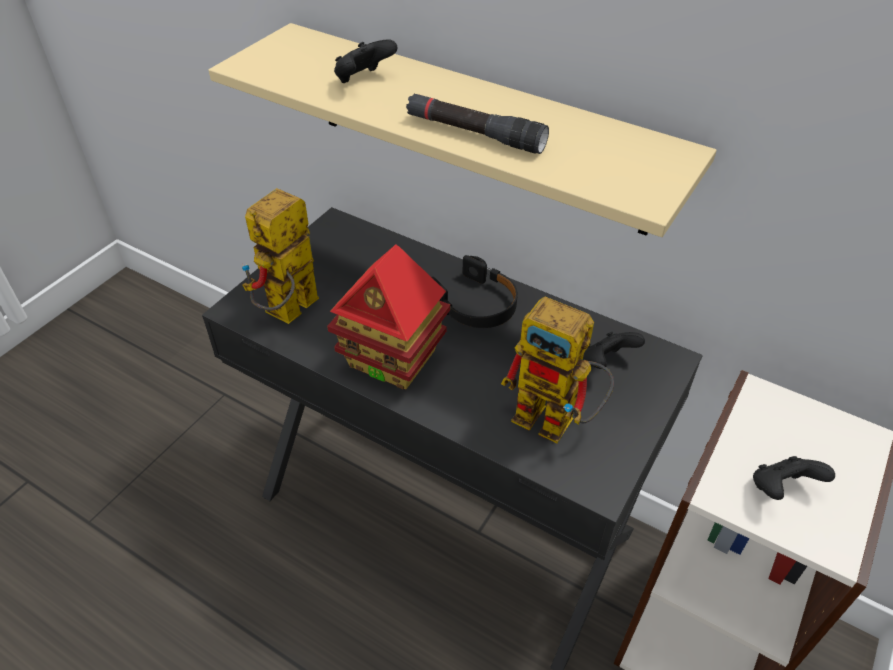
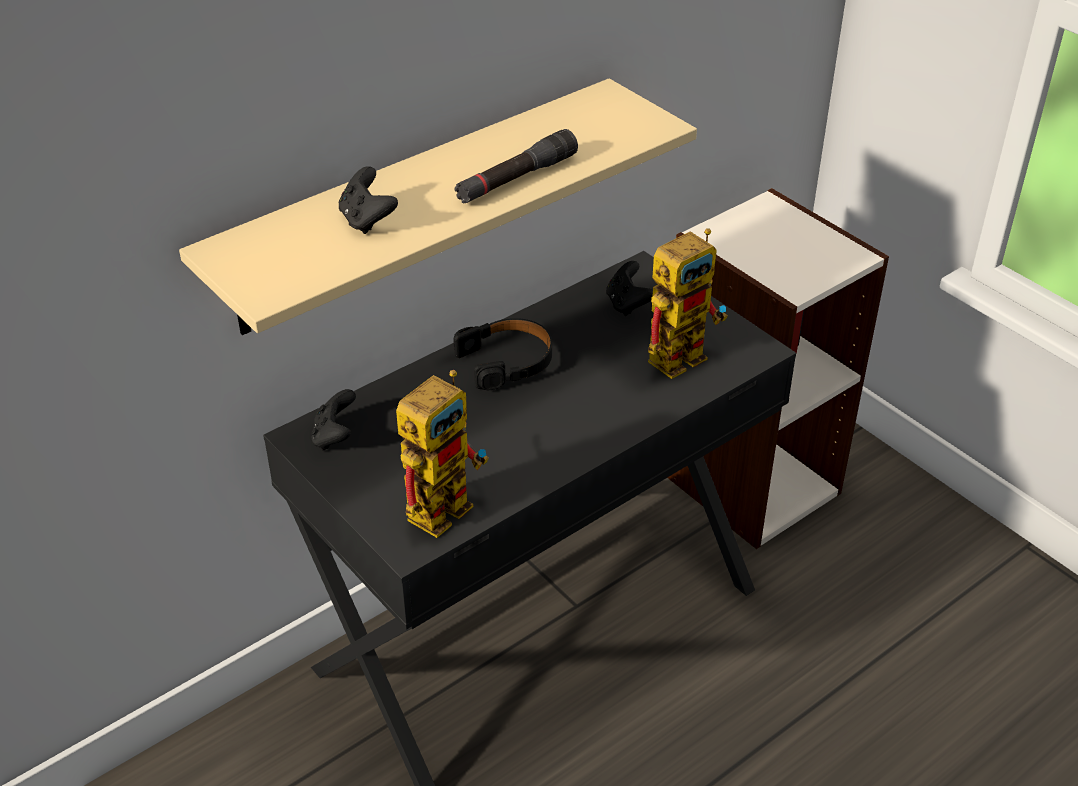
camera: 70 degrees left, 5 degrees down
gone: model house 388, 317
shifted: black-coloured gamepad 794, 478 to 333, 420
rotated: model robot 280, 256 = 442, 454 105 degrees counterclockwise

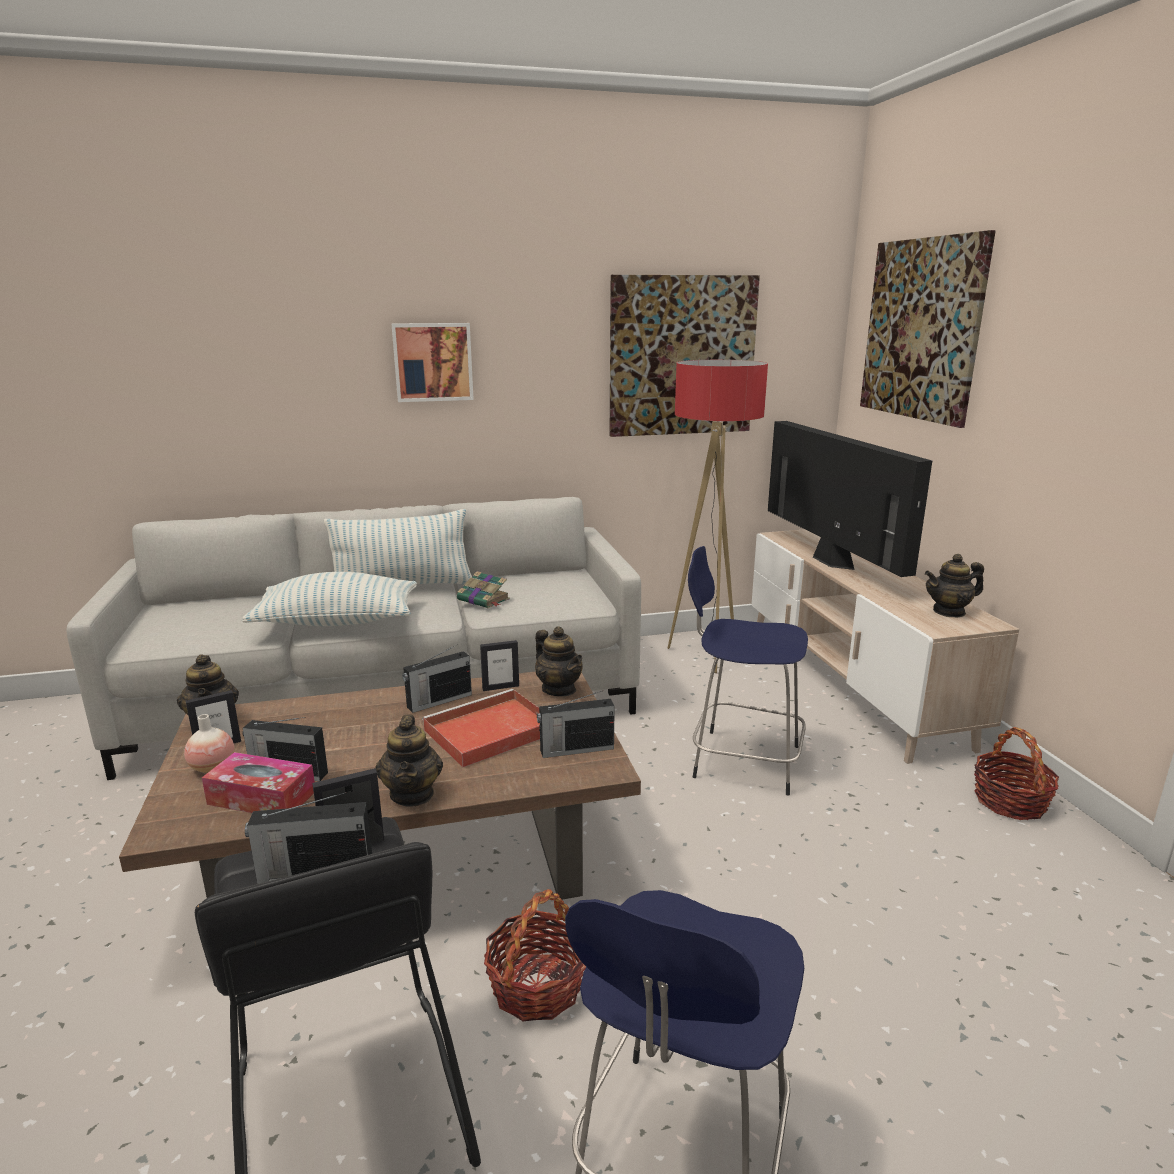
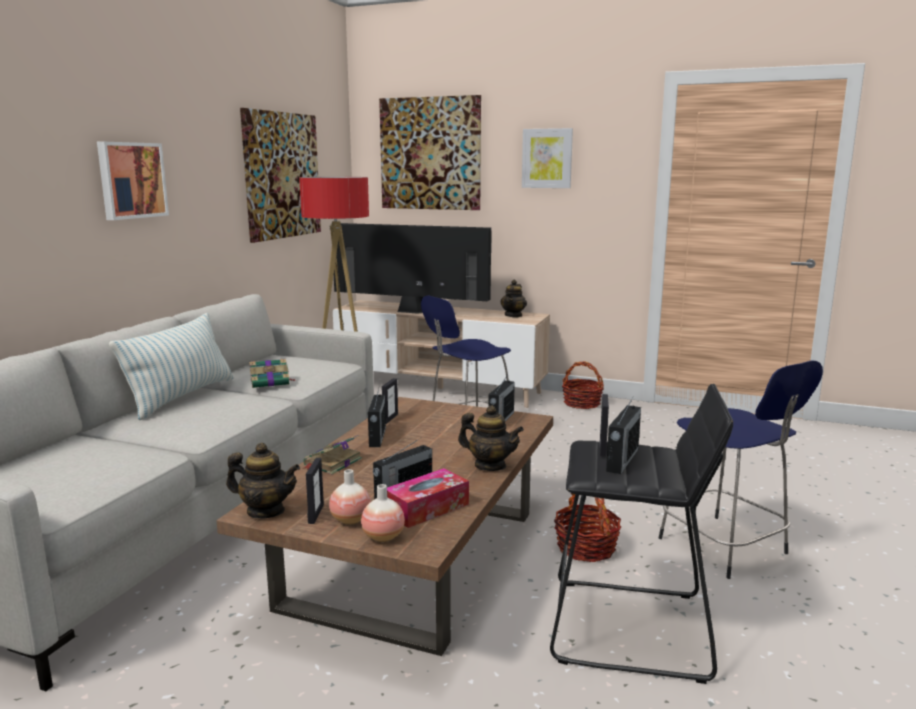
camera: 55 degrees left, 5 degrees down
gone: throw pillow 329, 599; red tray 481, 728; tea pot 559, 661
new: volume 332, 455; decorative vase 383, 513; wall picture 547, 158

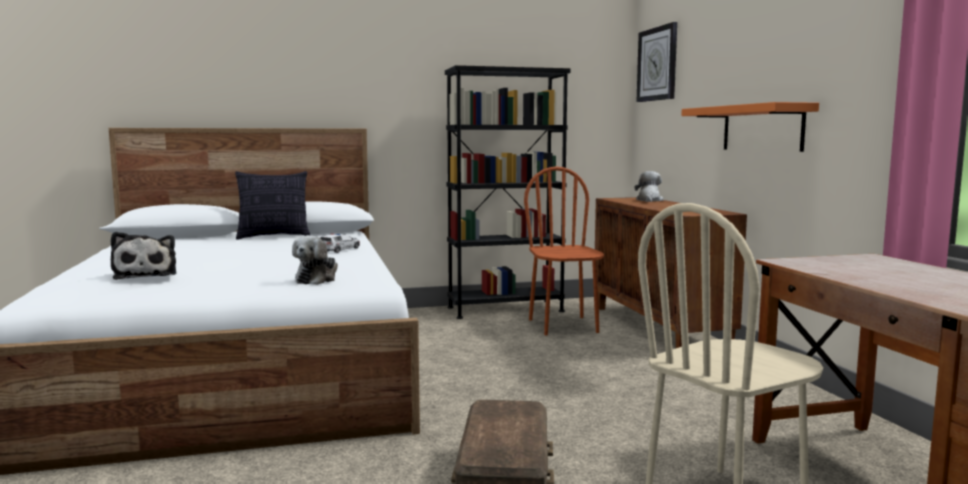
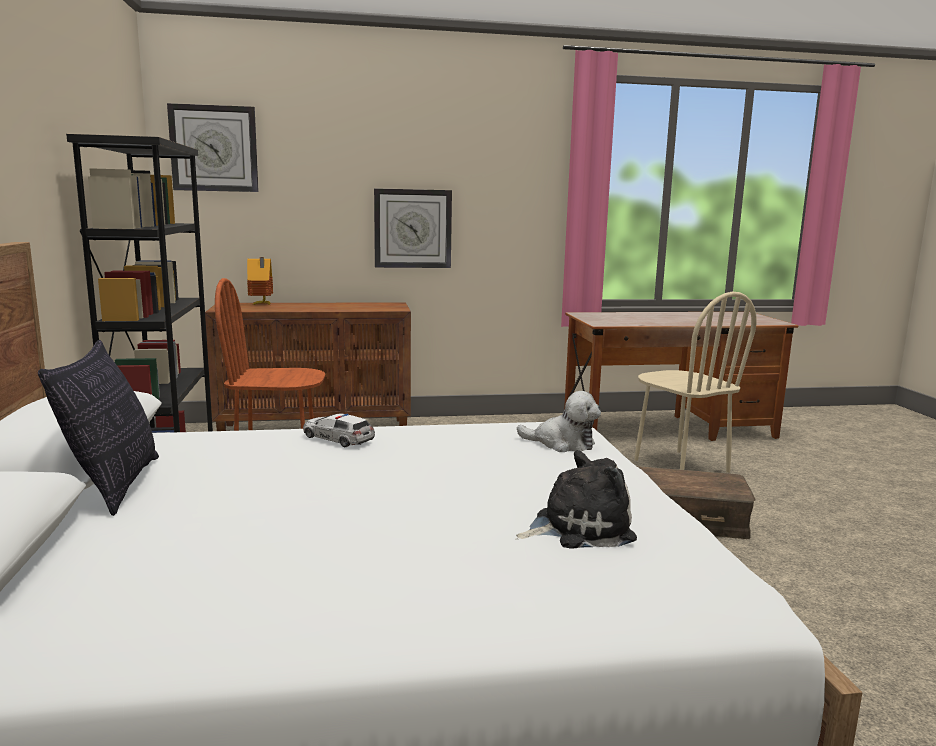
camera: 85 degrees left, 5 degrees up
swapped: soft toy 649, 186 to model house 260, 281; orangey bracket shelf 750, 127 to hanging clock 413, 228

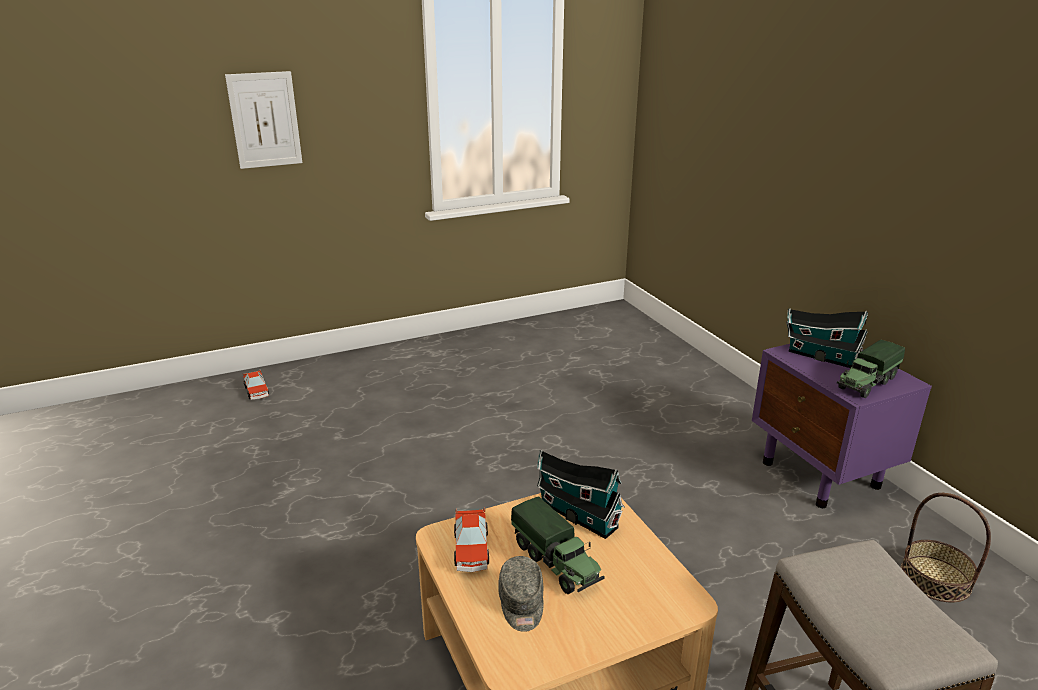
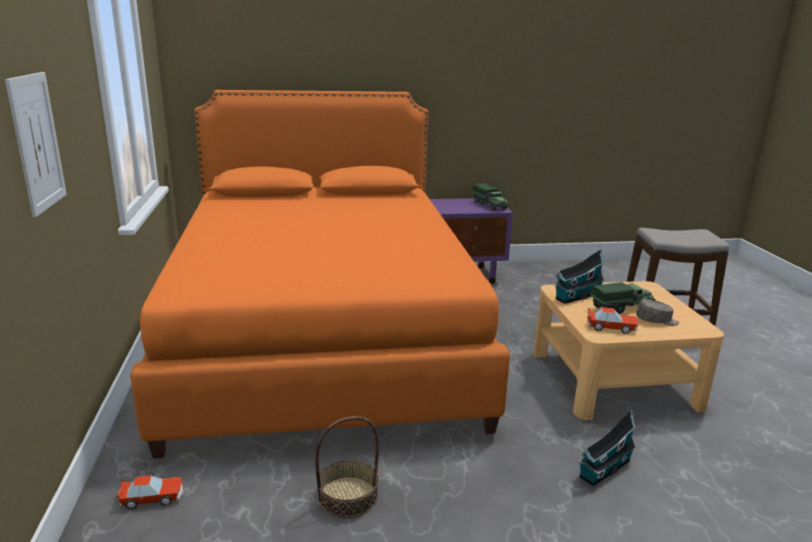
camera: 75 degrees left, 5 degrees down
new: orangey sleeping bed 320, 274
shifted: model house 827, 338 to 607, 448; household basket 945, 547 to 347, 467

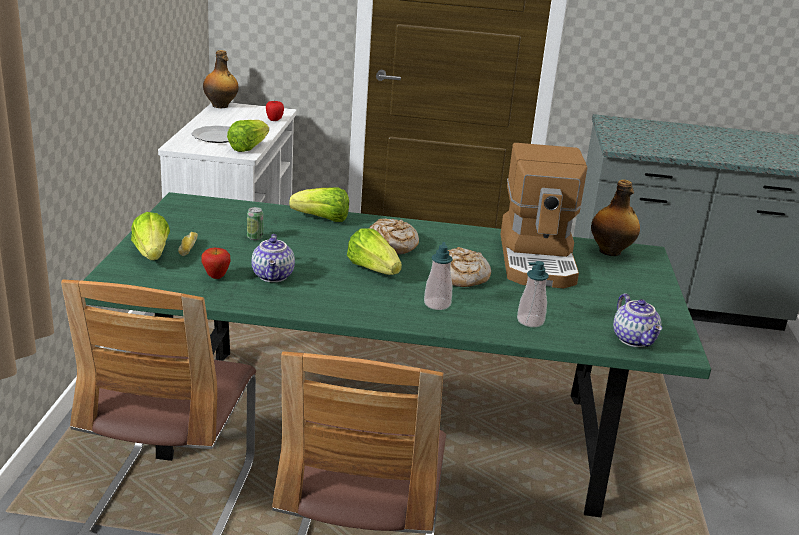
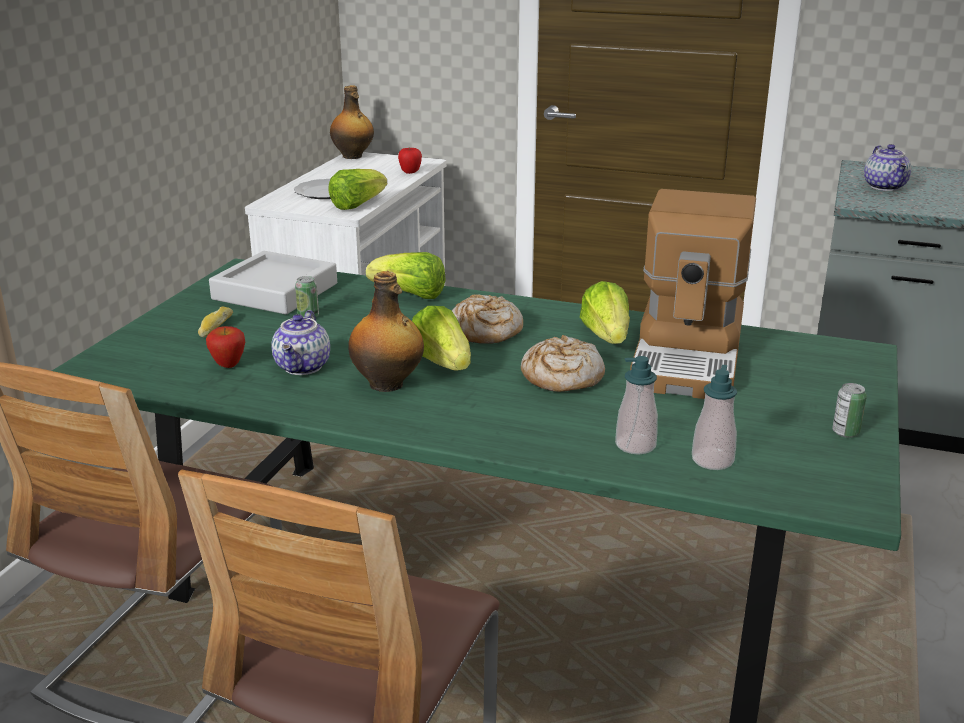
camera: 15 degrees right, 0 degrees up
new: greyish tray 273, 282; sealed can 849, 410
shifted: lettuce head 150, 236 to 605, 312; soap dispenser 438, 276 to 714, 417; beverage bottle 615, 218 to 386, 331; tea pot 637, 320 to 887, 167

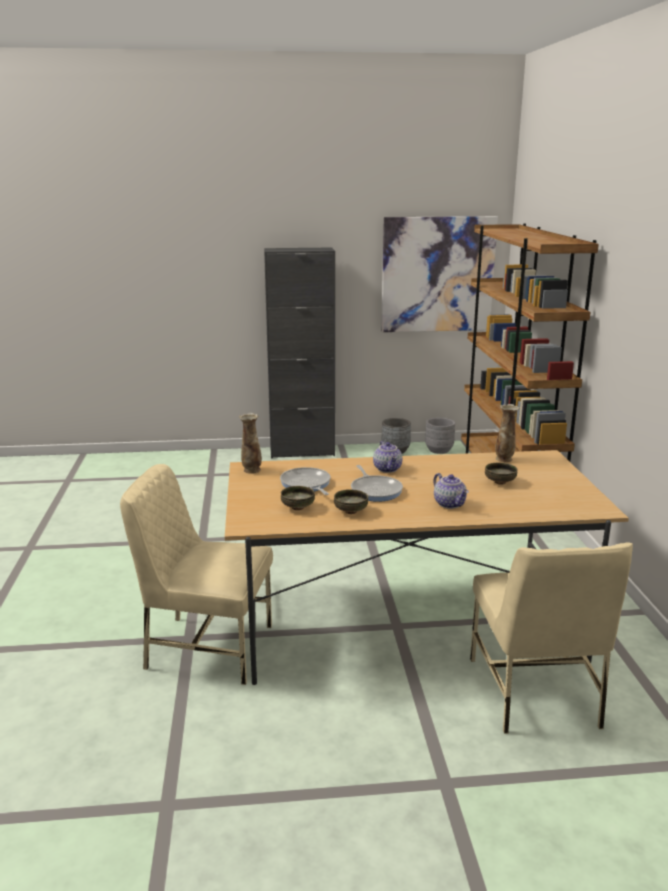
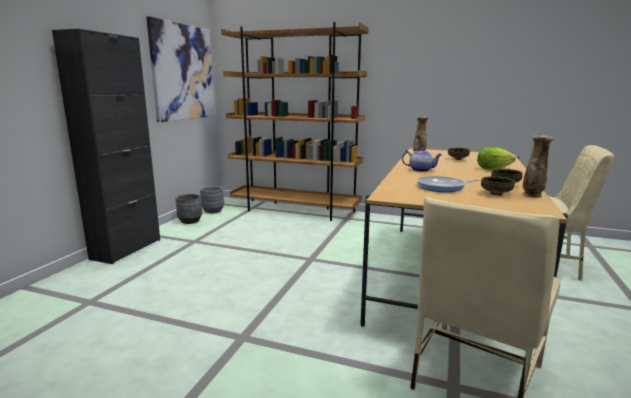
camera: 65 degrees left, 5 degrees down
gone: frying pan 377, 483
shifted: decorative vase 250, 443 to 538, 166
swapped: tea pot 451, 491 to lettuce head 496, 158

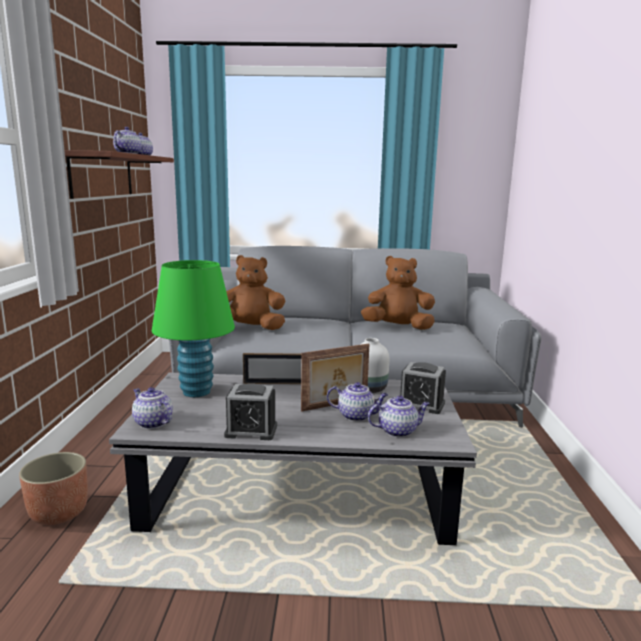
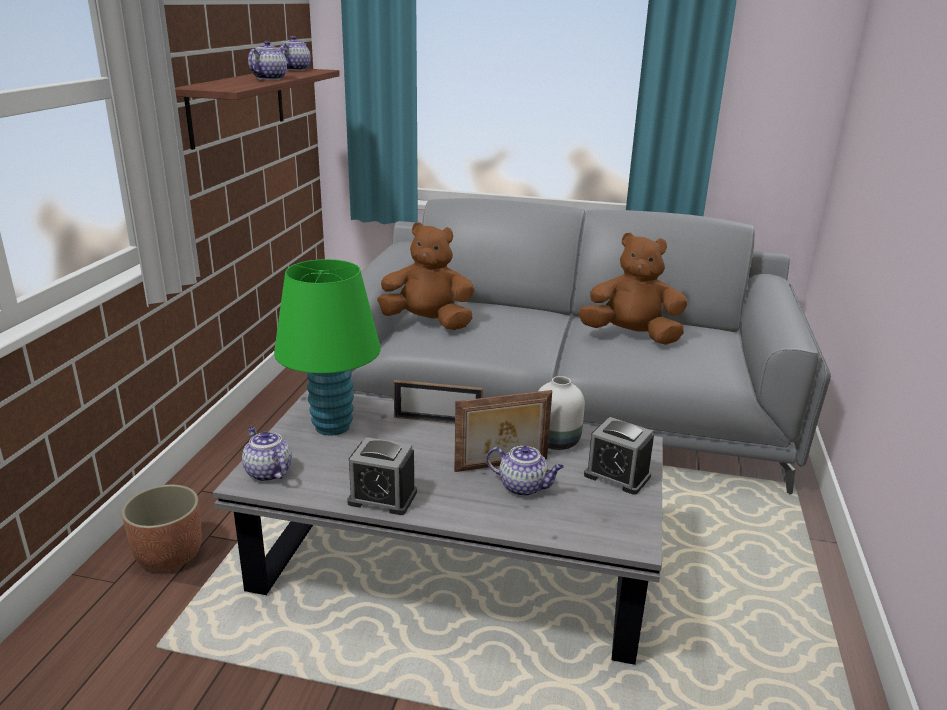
camera: 10 degrees right, 10 degrees up
gone: tea pot 399, 416

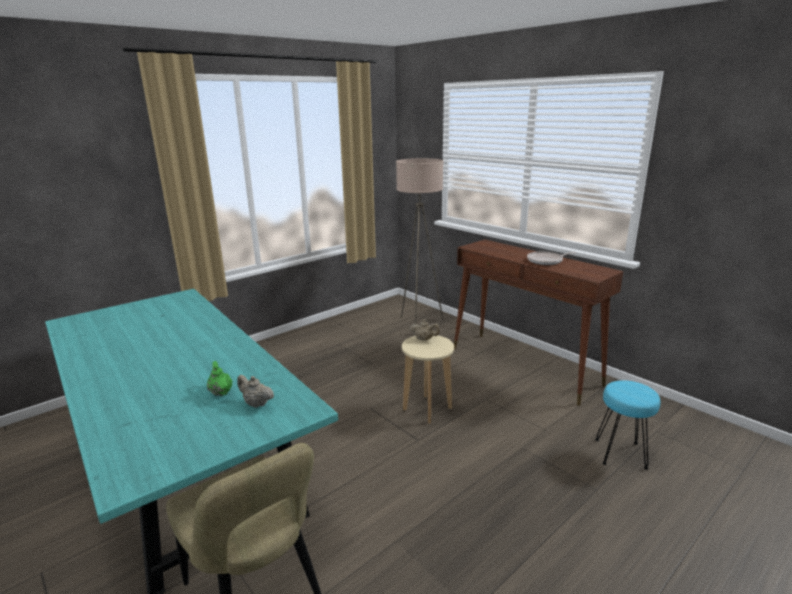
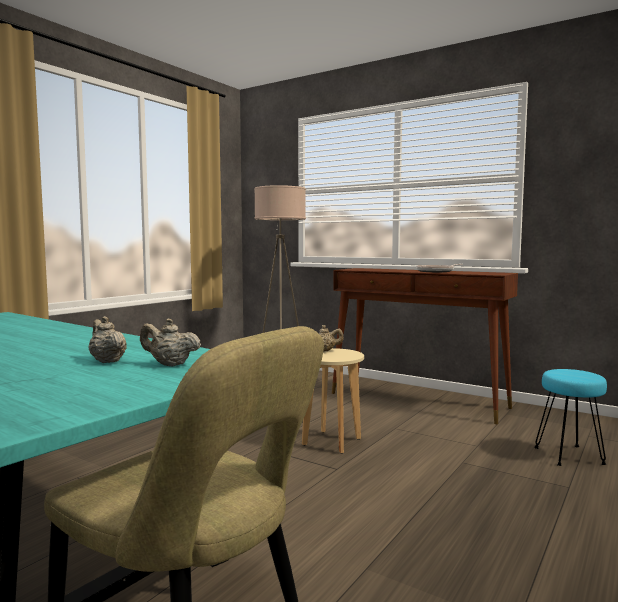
camera: 15 degrees left, 15 degrees down
repainted: green tea pot 219, 378 to beige tea pot 107, 339

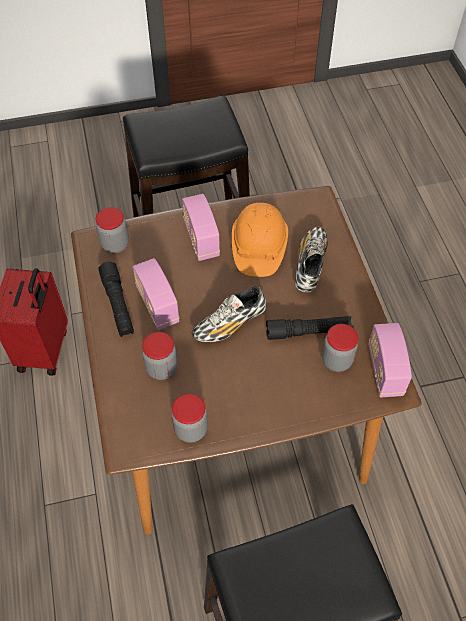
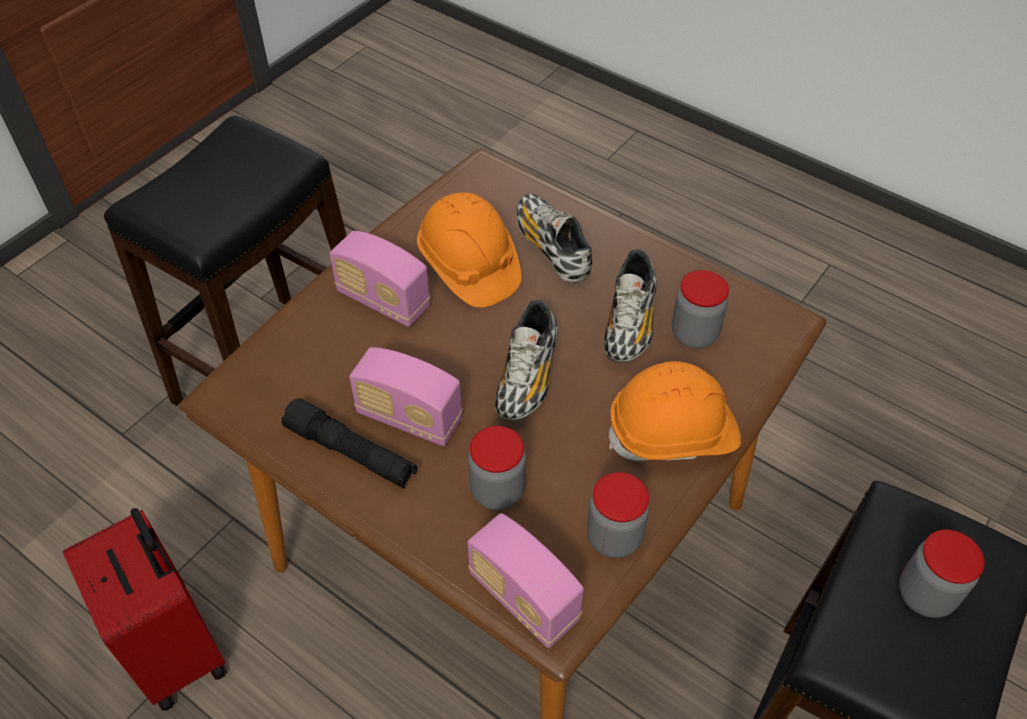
camera: 40 degrees left, 5 degrees down
new: orangey safety helmet 674, 411
shifted: jar 112, 230 to 942, 574; radio receiver 390, 360 to 525, 580
swapped: black-coloured hand torch 310, 328 to item of footwear 630, 306

